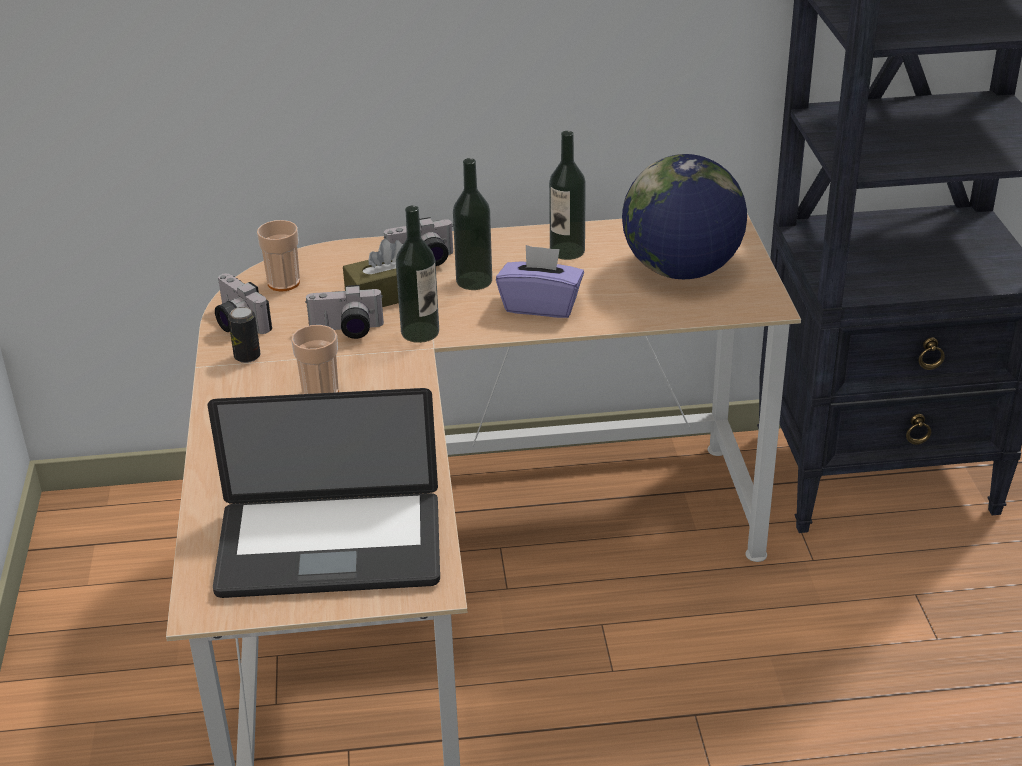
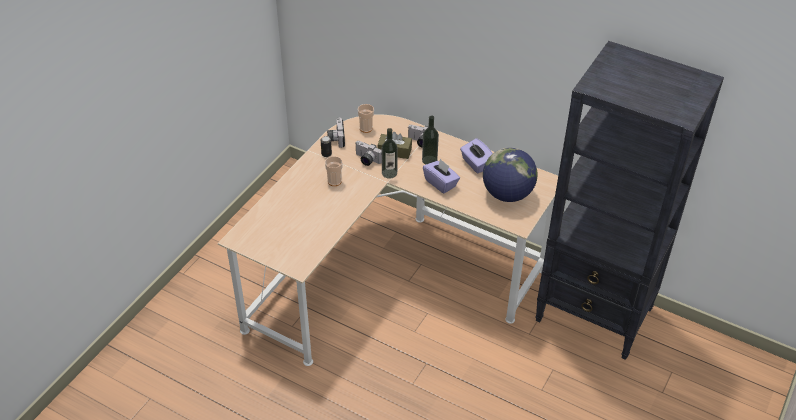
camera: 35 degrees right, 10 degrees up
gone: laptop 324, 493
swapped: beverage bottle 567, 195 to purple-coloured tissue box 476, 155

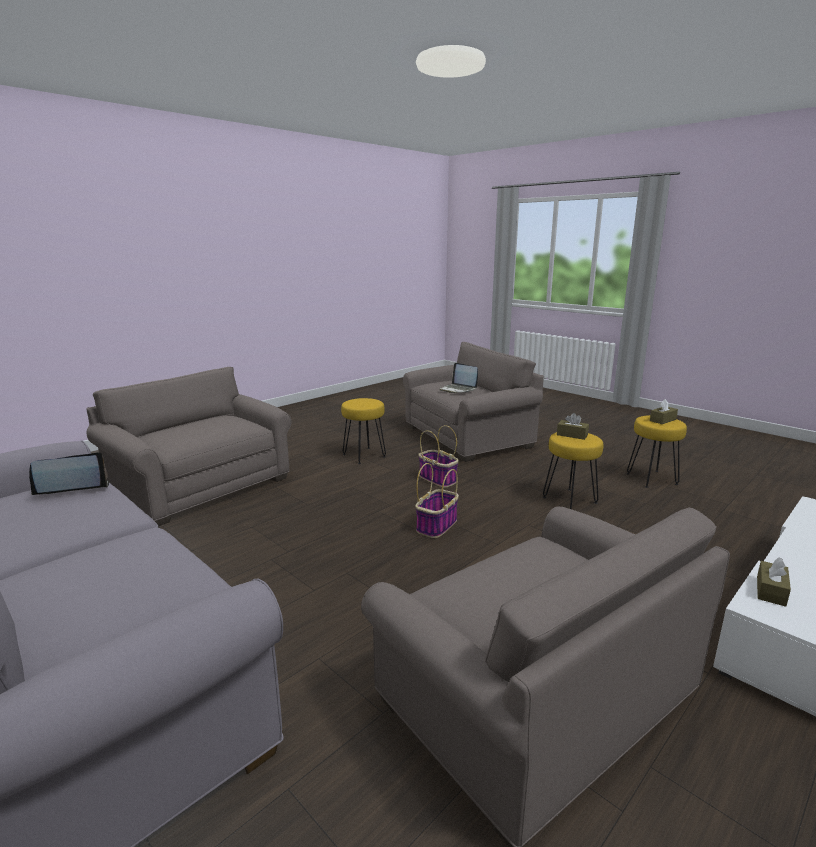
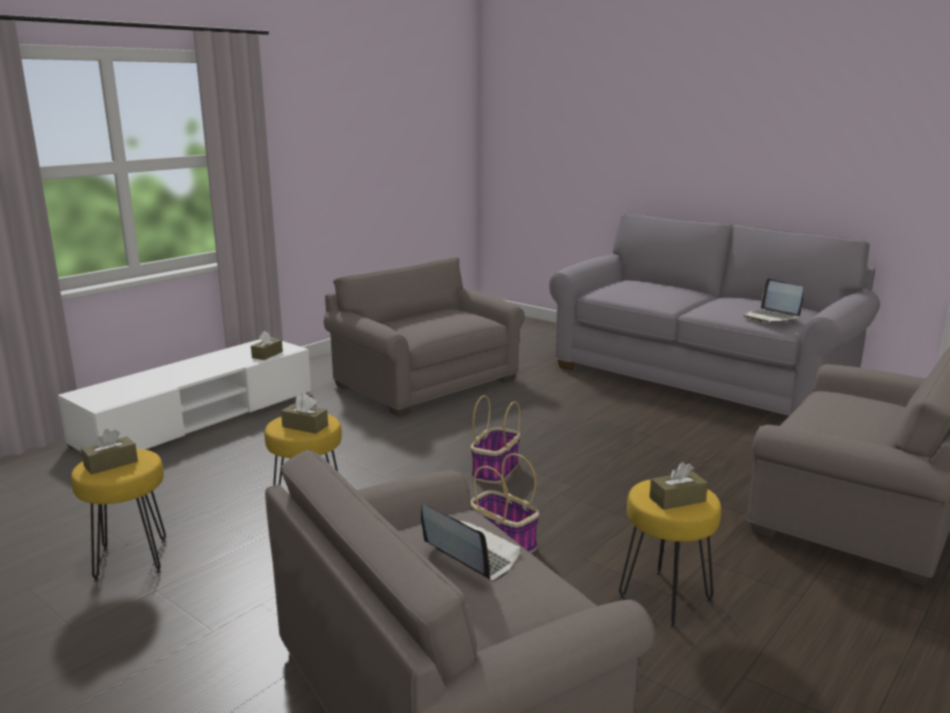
camera: 175 degrees right, 0 degrees up
new: brownish tissue box 678, 486
rotated: laptop 69, 473 = 773, 300 90 degrees clockwise

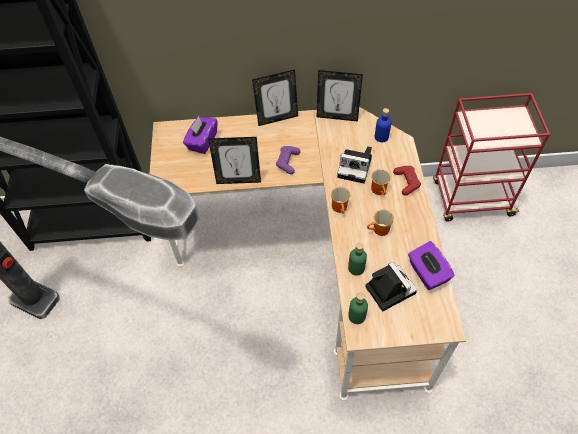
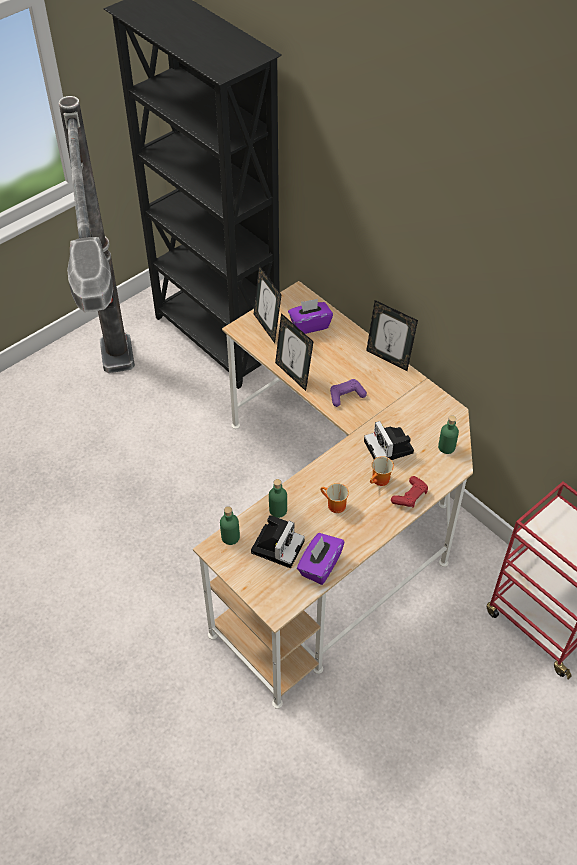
camera: 50 degrees right, 5 degrees down
gone: mug 340, 200
shifted: photo frame 340, 96 to 267, 304
repainted: blue-coloured beverage bottle 383, 125 to green beverage bottle 448, 434

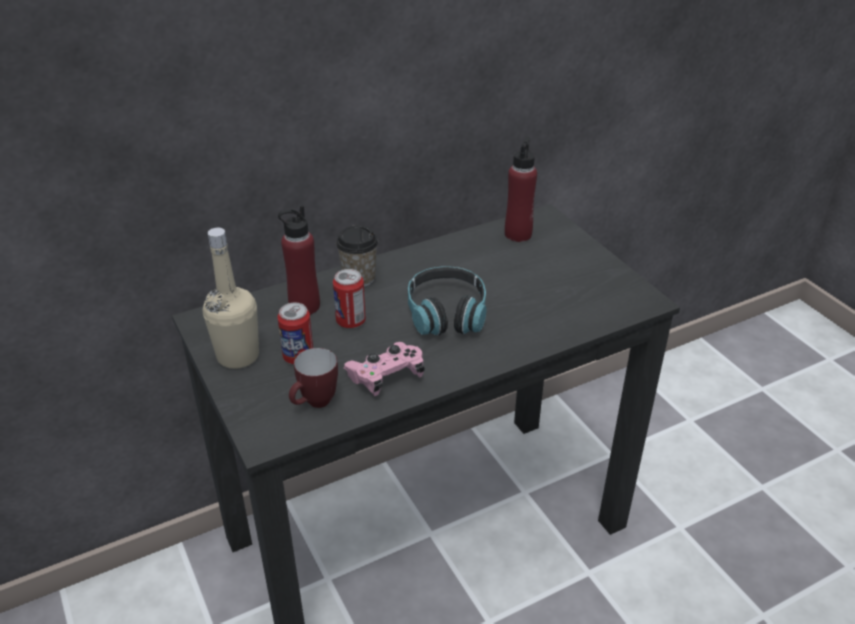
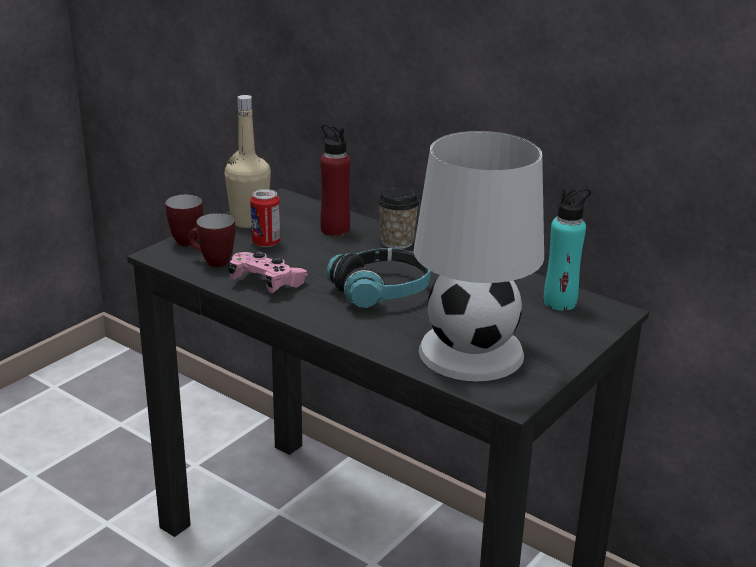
camera: 65 degrees right, 10 degrees down
gone: sealed can 349, 298
new: mug 184, 220; white table lamp 478, 256
repainted: red beverage bottle 521, 189 to turquoise beverage bottle 567, 249

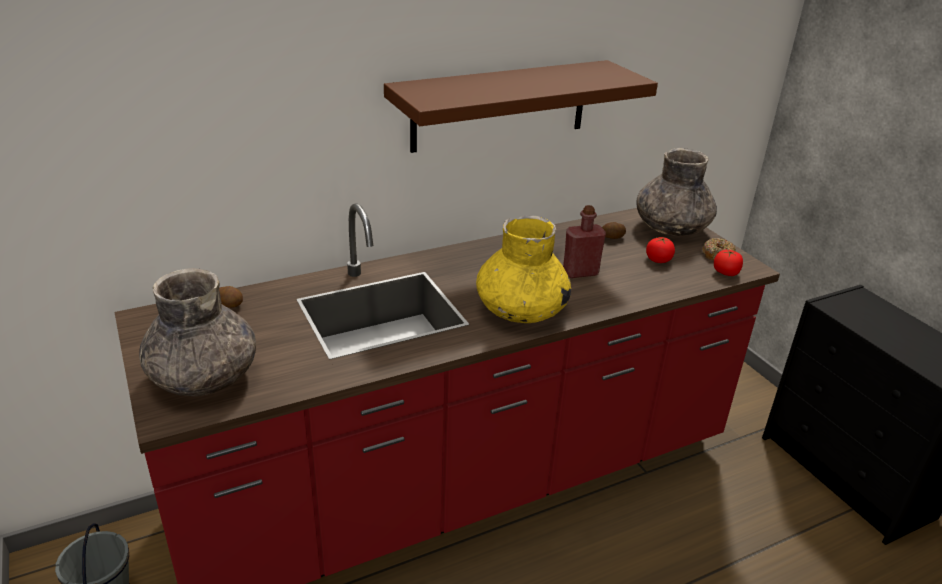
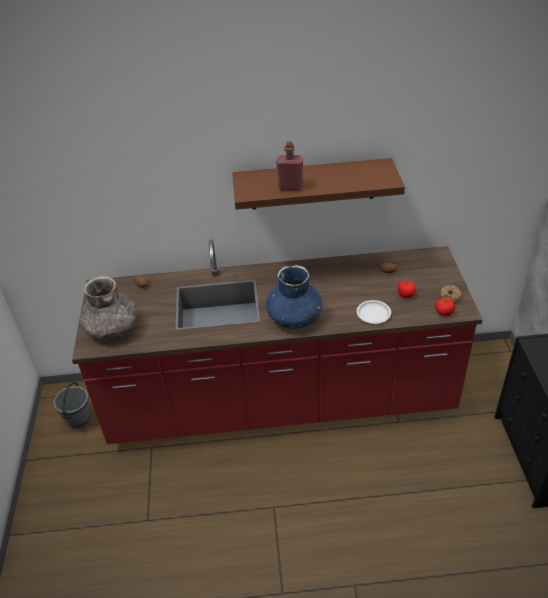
camera: 25 degrees right, 10 degrees up
gone: greyish decorative vase 676, 192
new: white flat dish 374, 312
shifted: red beverage bottle 584, 241 to 289, 166
repainted: yellowish decorative vase 523, 269 to blue-coloured decorative vase 294, 297

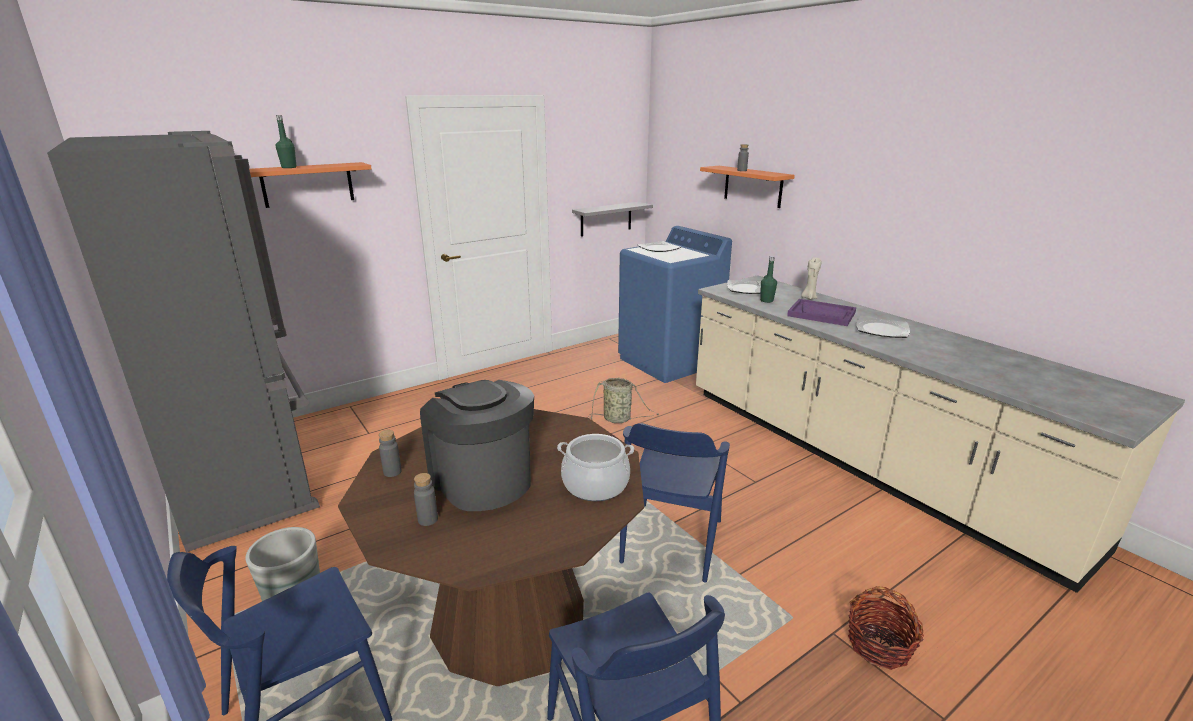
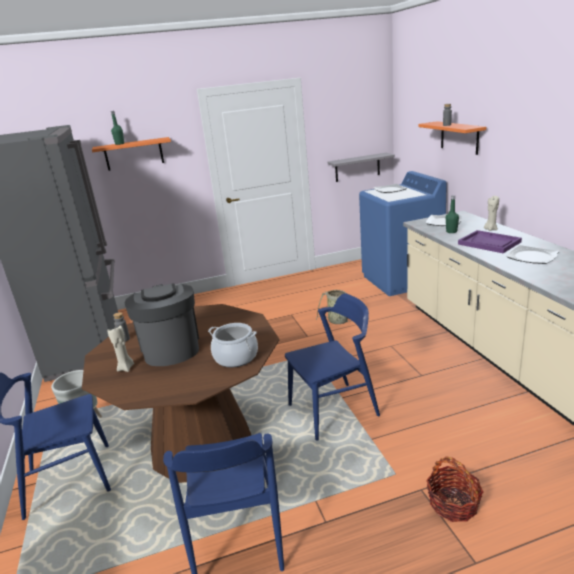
camera: 20 degrees right, 0 degrees up
swapped: greyish beverage bottle 426, 499 to beige wax candle 120, 349
rotated: blue-coloured chair 674, 502 = 332, 367 150 degrees counterclockwise

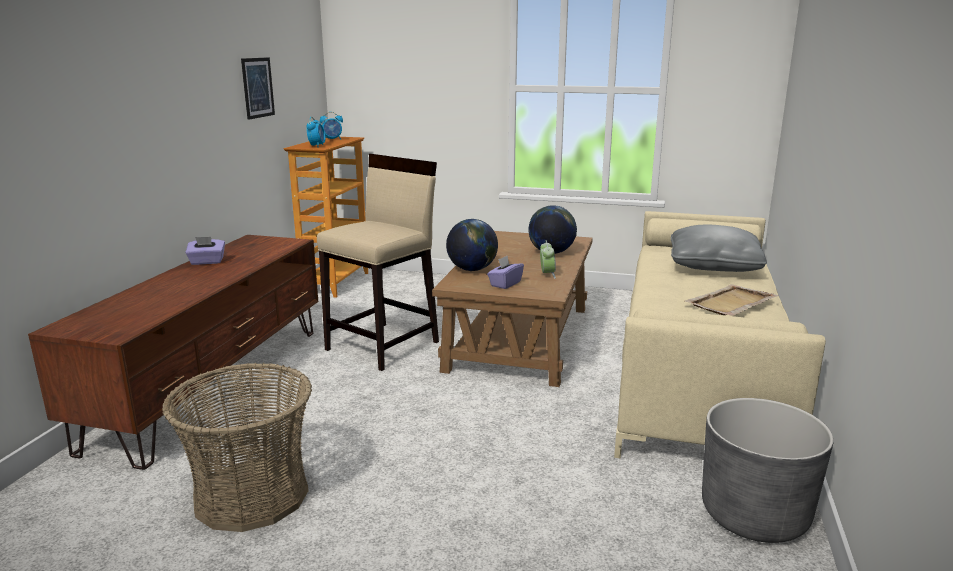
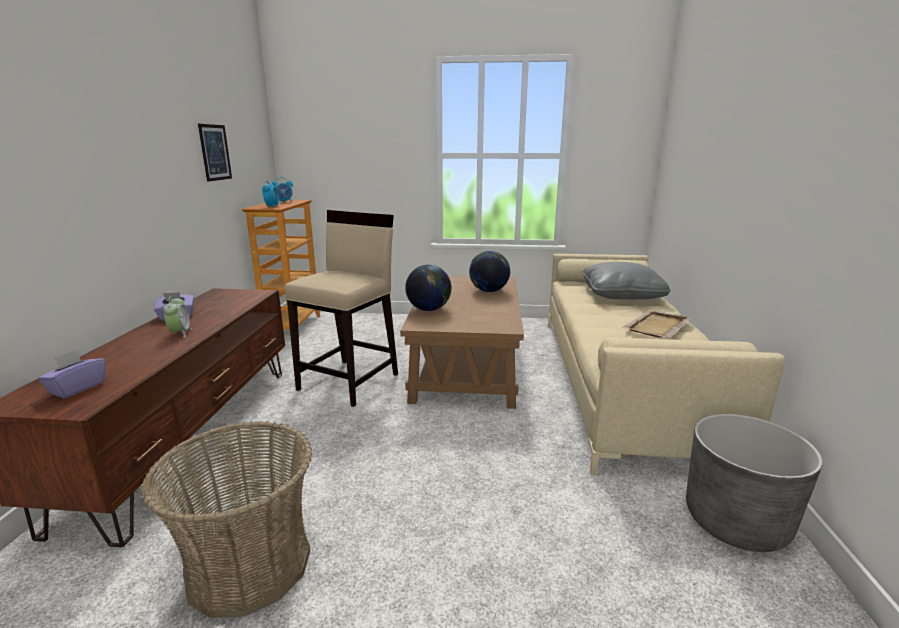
camera: 10 degrees left, 0 degrees up
shifted: purple-coloured tissue box 505, 272 to 72, 374; alarm clock 548, 259 to 177, 317

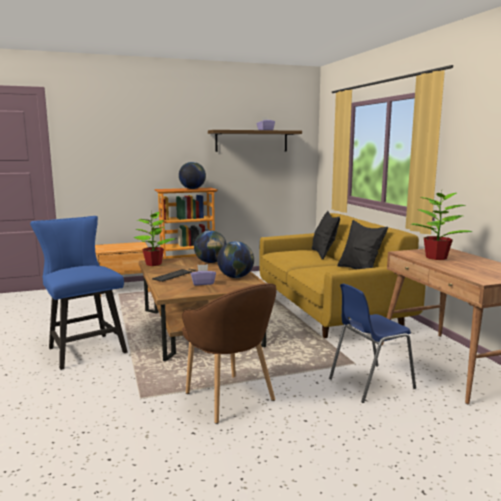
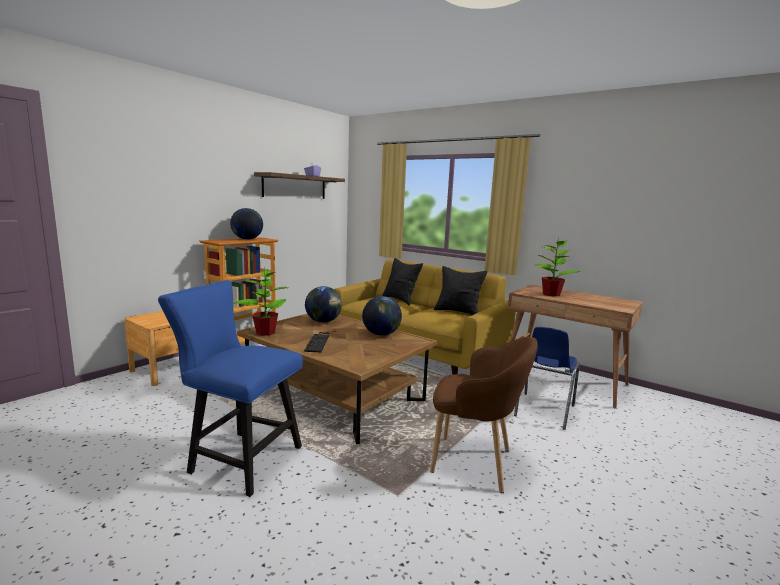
camera: 35 degrees left, 0 degrees up
gone: purple-coloured tissue box 203, 274

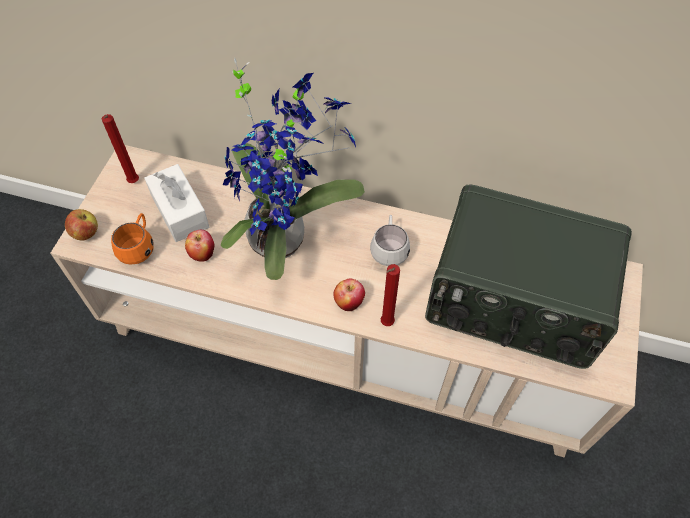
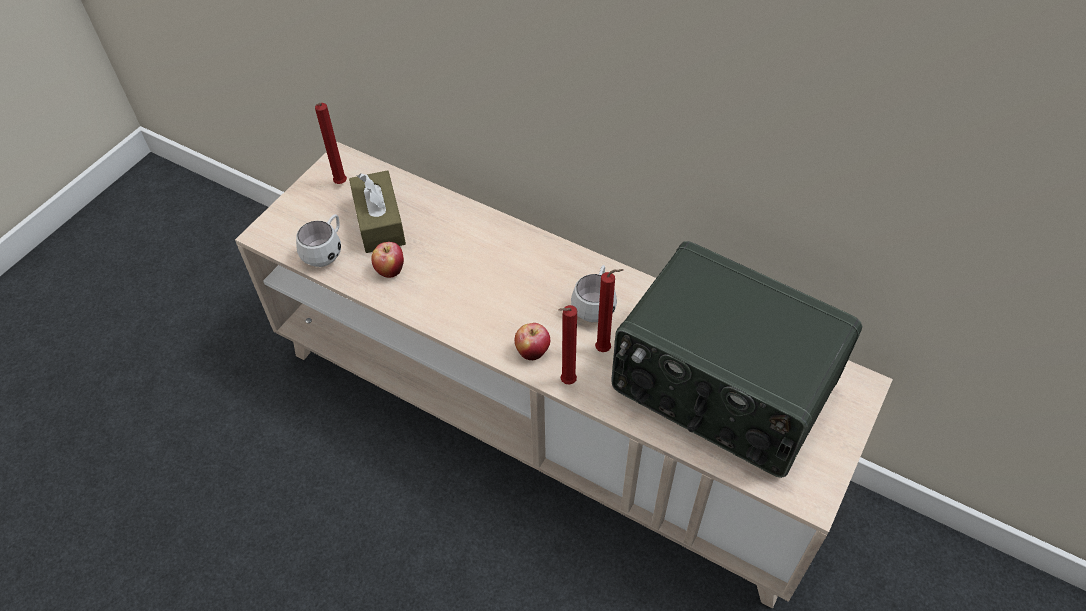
camera: 15 degrees right, 5 degrees down
gone: whole apple 81, 224; plant in a pot 293, 169
new: red wax candle 609, 310
repainted: orangey mug 132, 239 to white mug 318, 240; white tissue box 176, 203 to brownish tissue box 377, 211

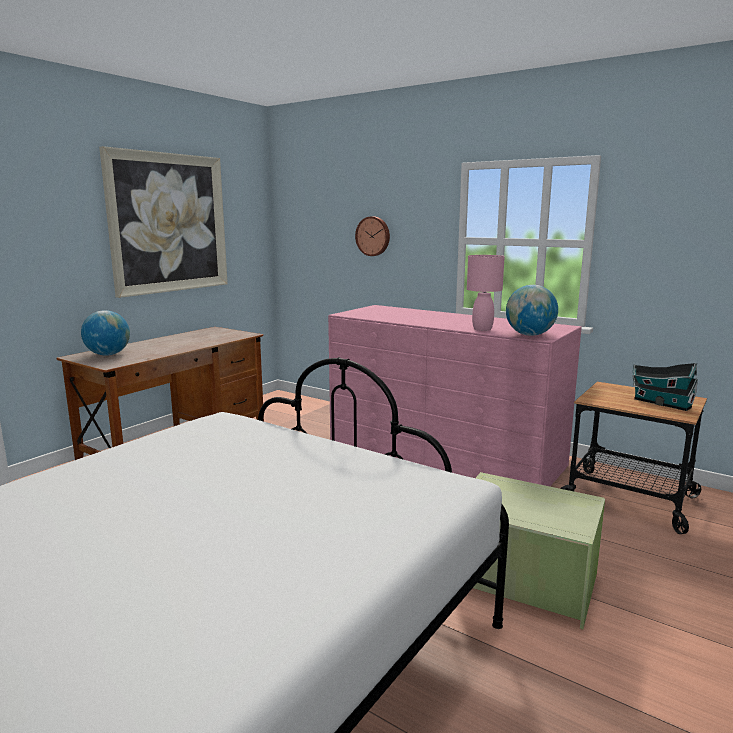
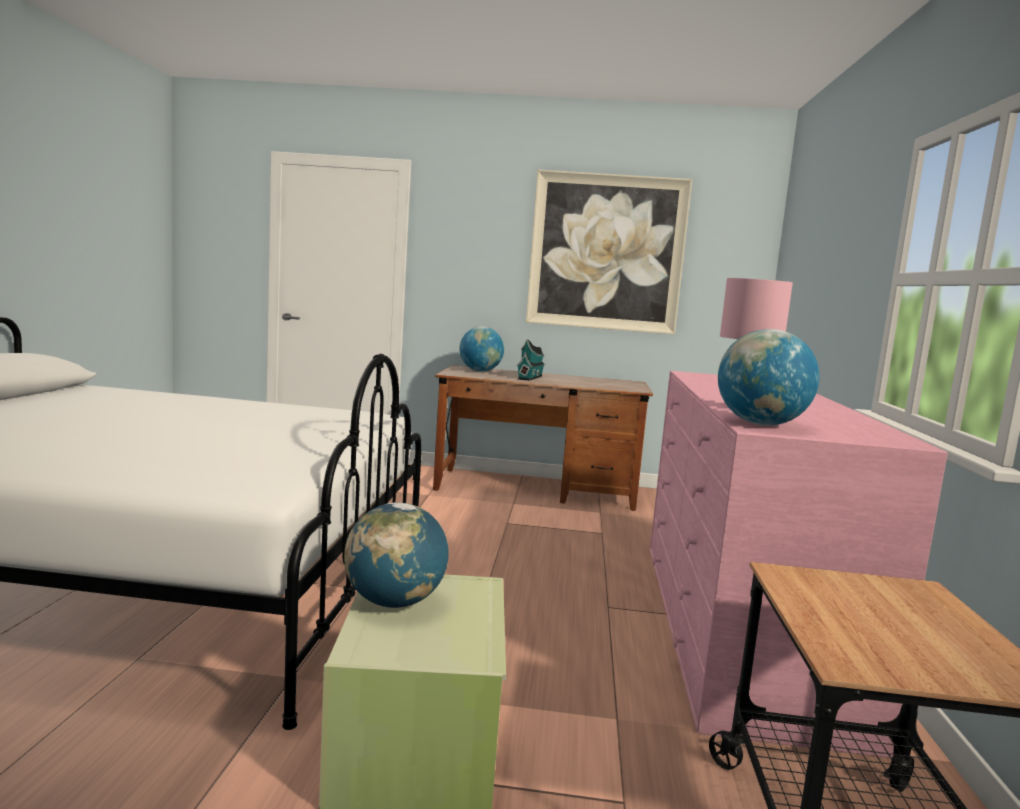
camera: 60 degrees right, 5 degrees down
gone: hanging clock 372, 236
new: globe 396, 555
shifted: model house 665, 386 to 531, 360

